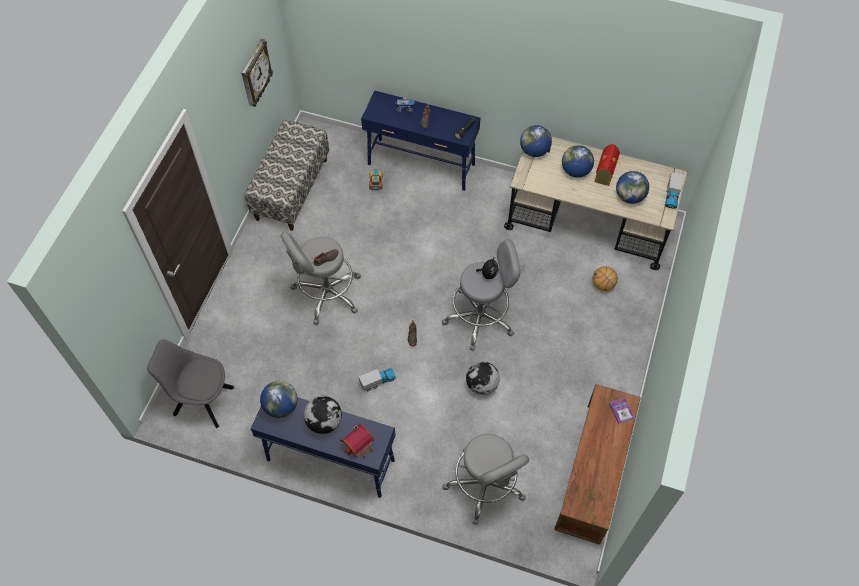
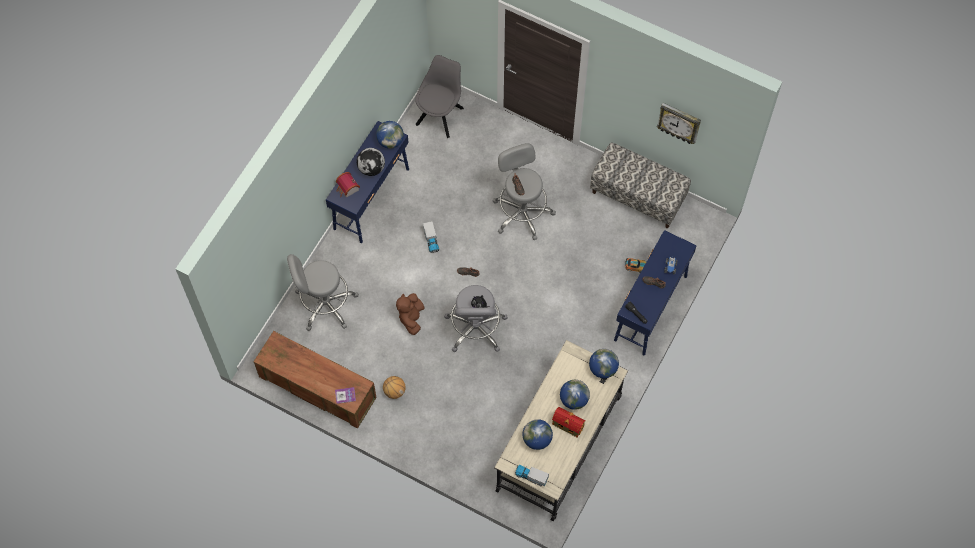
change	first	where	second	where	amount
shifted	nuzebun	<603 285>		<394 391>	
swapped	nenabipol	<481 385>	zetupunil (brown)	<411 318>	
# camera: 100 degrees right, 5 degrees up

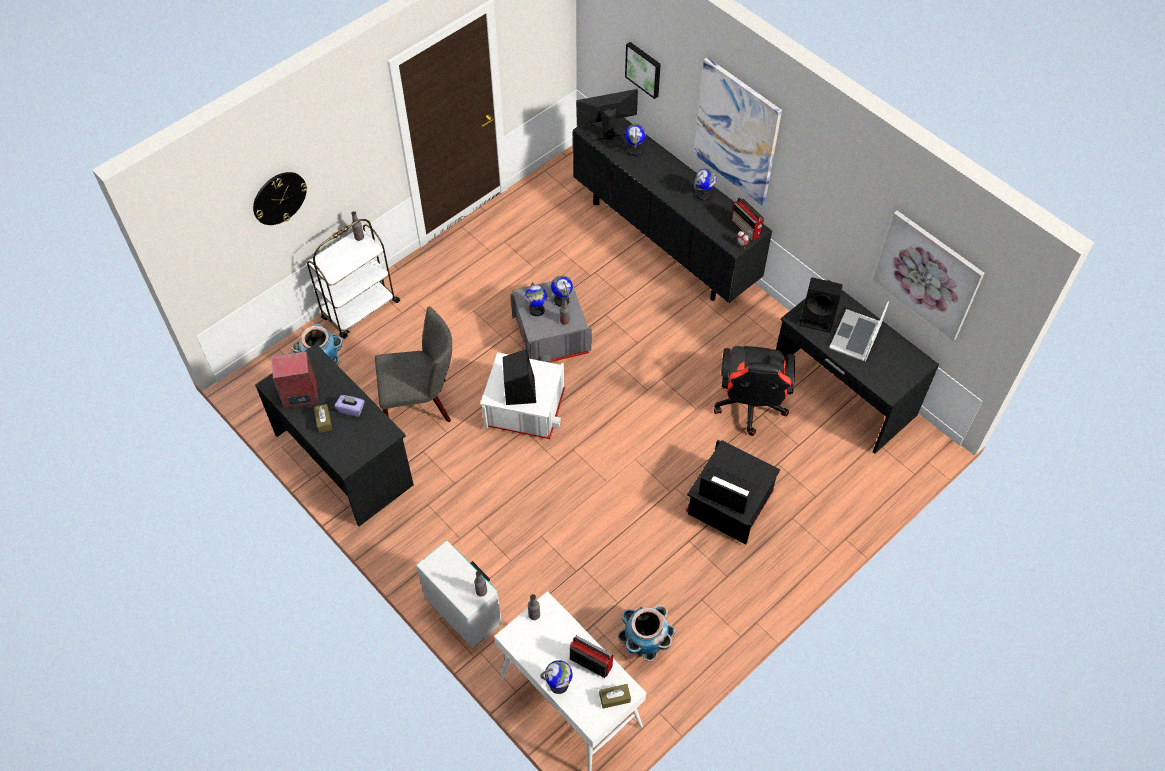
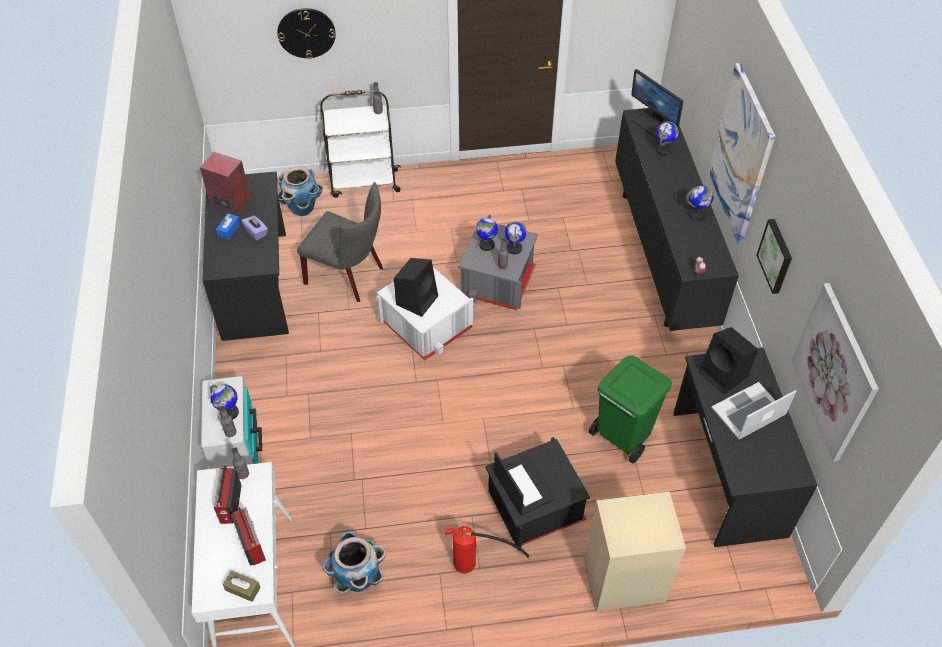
change	first	where	second	where	amount
shifted	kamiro	<644 69>		<776 256>	
rotated	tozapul	<606 130>		<652 123>	150 degrees counterclockwise
shifted	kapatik	<746 228>		<230 505>	
swapped	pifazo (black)	<749 409>	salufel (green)	<622 436>	
repainted	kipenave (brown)	<324 421>	kipenave (blue)	<229 230>	
shifted	nenabipol	<559 684>		<229 413>	
new			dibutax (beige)	<624 580>	
new			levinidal	<477 565>	
# camera: 35 degrees right, 5 degrees down

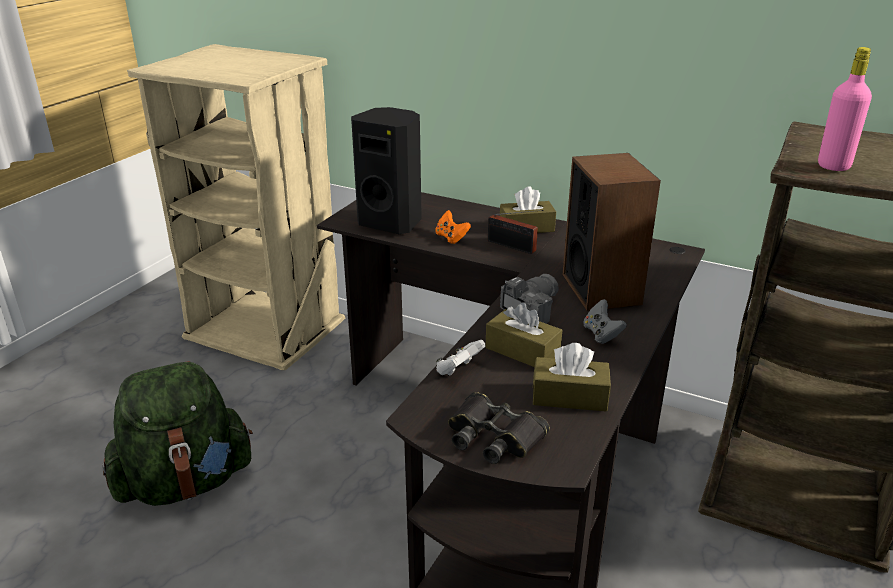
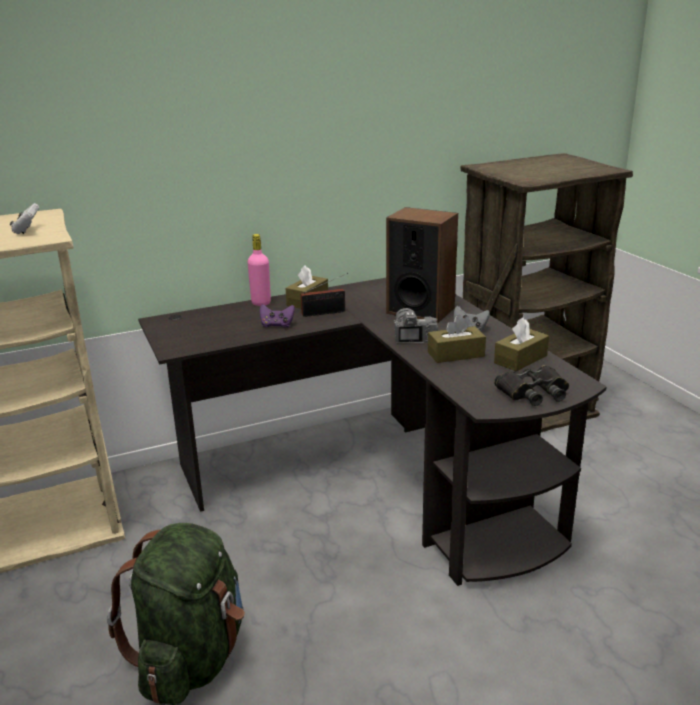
change	first	where	second	where	amount
shifted	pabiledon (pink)	<833 166>		<261 303>	
gone	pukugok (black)	<392 222>			
repainted	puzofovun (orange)	<451 238>	puzofovun (purple)	<277 325>	
shifted	puzofovun (white)	<459 370>		<27 230>	
# camera: 50 degrees left, 5 degrees down

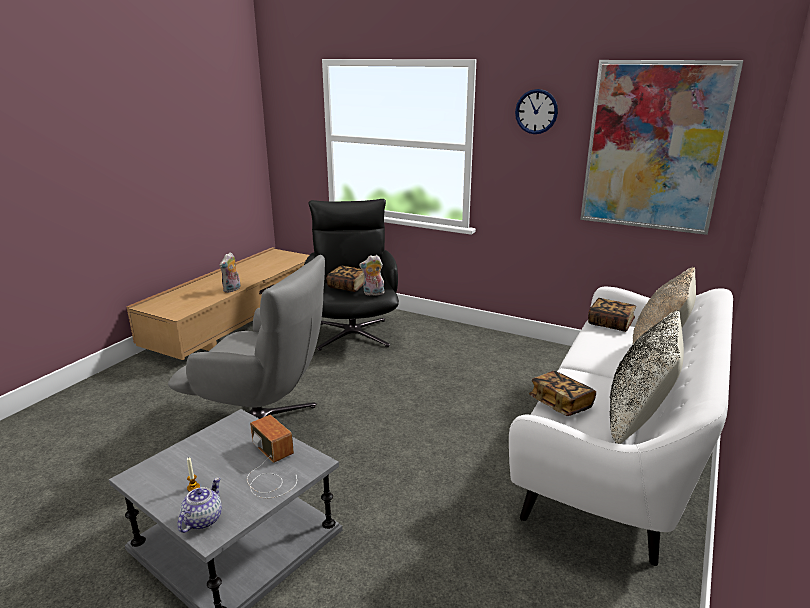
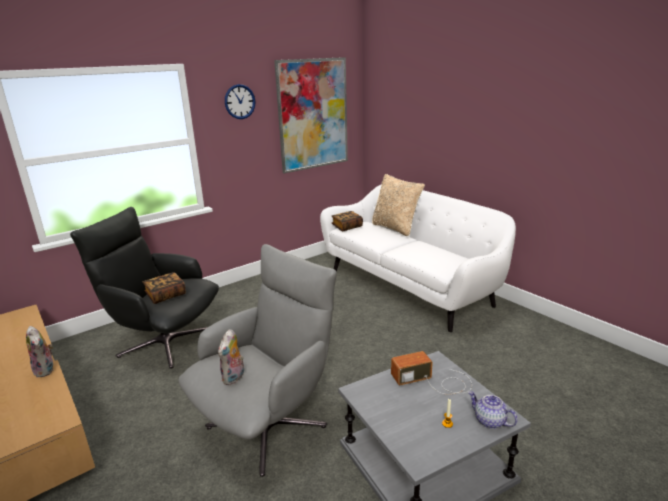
change	first	where	second	where	amount
shifted	zetupunil	<373 294>		<234 378>	
gone	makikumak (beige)	<637 422>			
gone	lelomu	<560 404>			
# camera: 65 degrees left, 0 degrees up

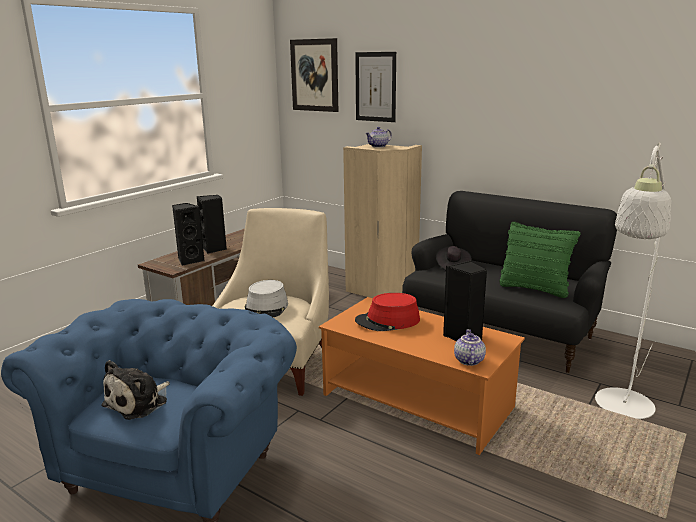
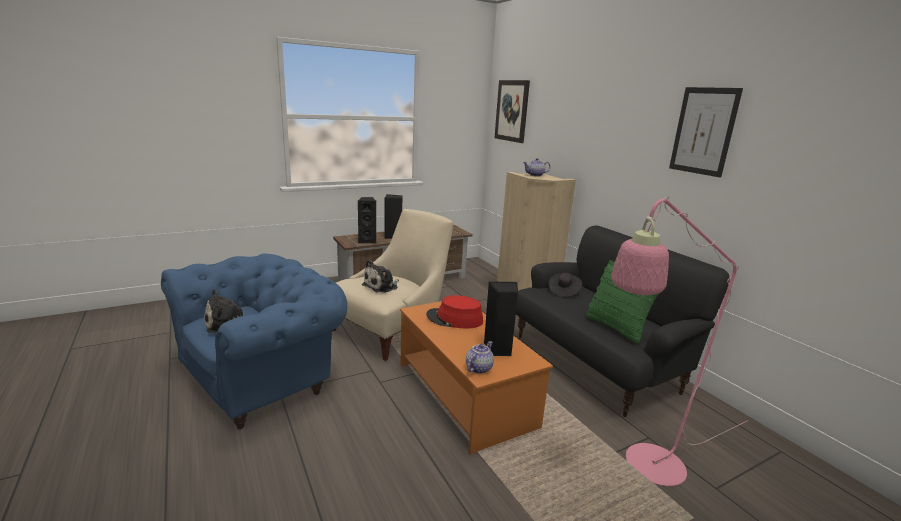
change	first	where	second	where	amount
shifted	kamiro	<375 87>		<703 131>	
repainted	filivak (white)	<621 410>	filivak (pink)	<645 469>	
swapped	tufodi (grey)	<265 308>	zetupunil	<382 286>	
# camera: 25 degrees right, 0 degrees up

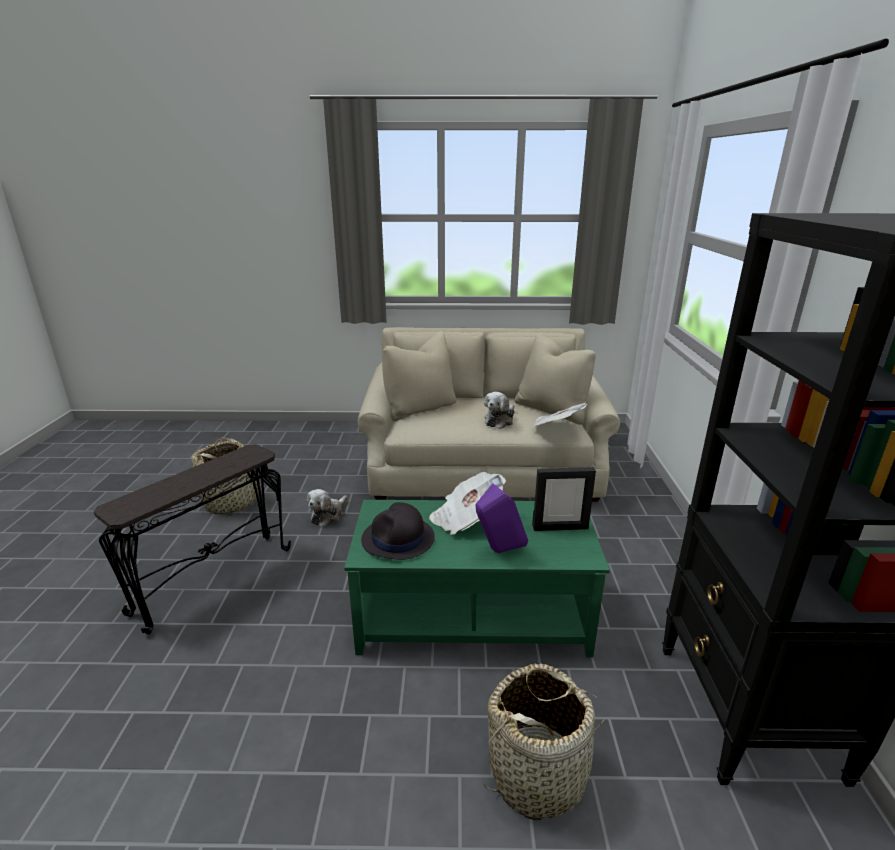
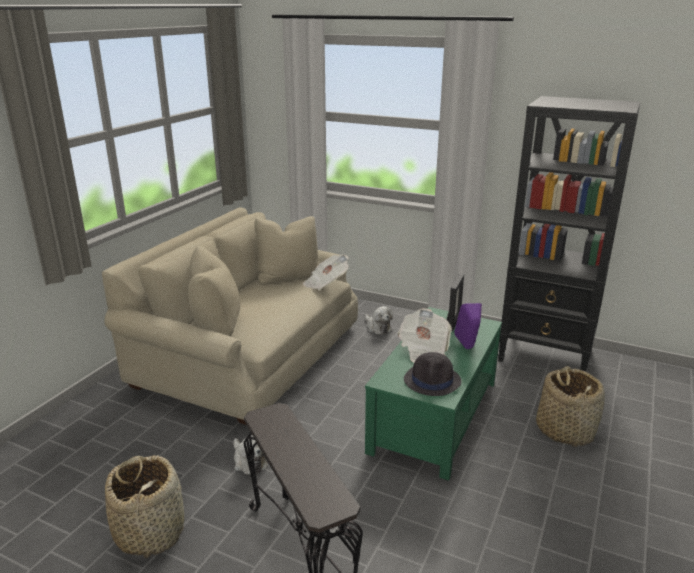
change	first	where	second	where	amount
shifted	zetupunil	<500 420>		<377 327>	
# camera: 65 degrees left, 0 degrees up

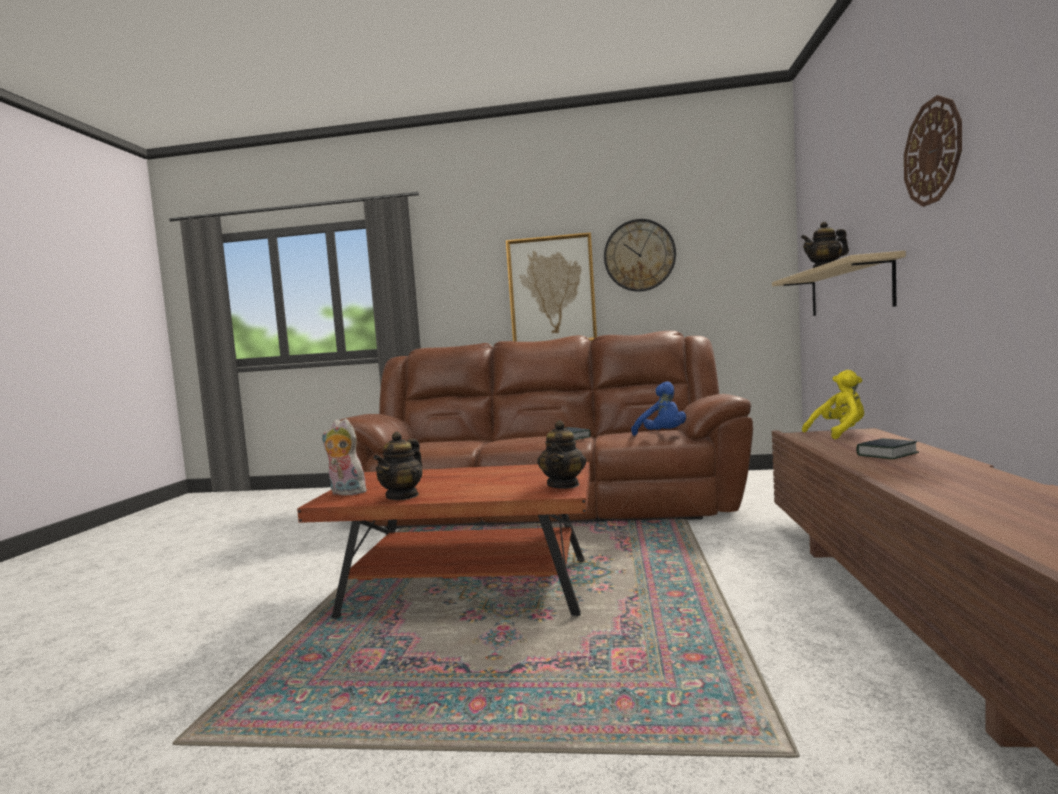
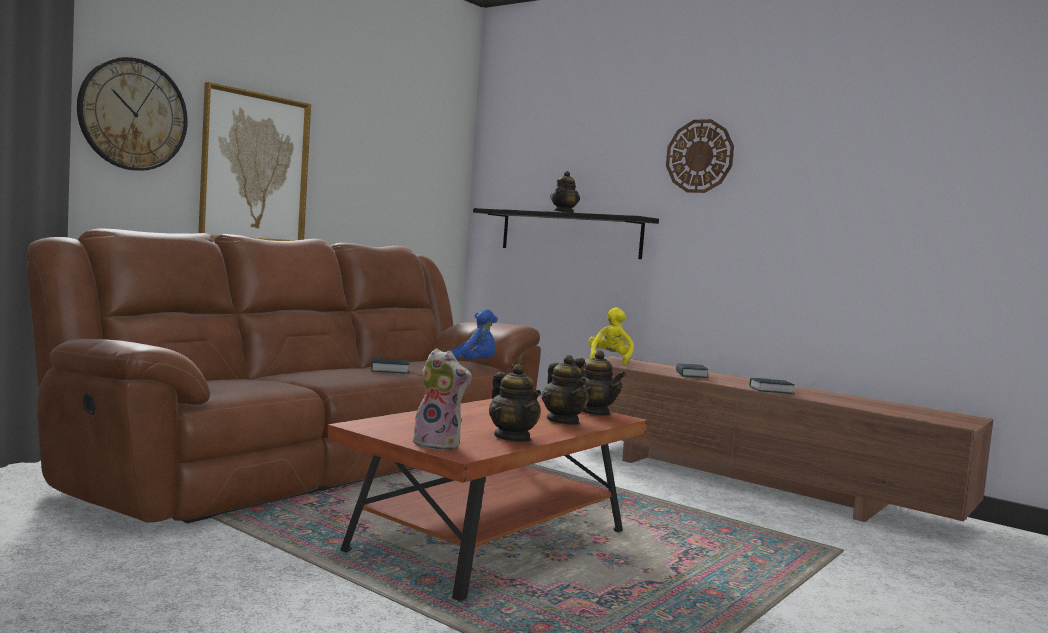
change	first	where	second	where	amount
shifted	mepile	<639 255>		<133 114>	
repainted	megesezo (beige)	<848 289>	megesezo (black)	<570 233>	
rotated	zetupunil	<345 493>		<439 445>	120 degrees counterclockwise
new			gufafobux	<563 421>	
new			lelomu	<771 390>	
# camera: 60 degrees left, 0 degrees up

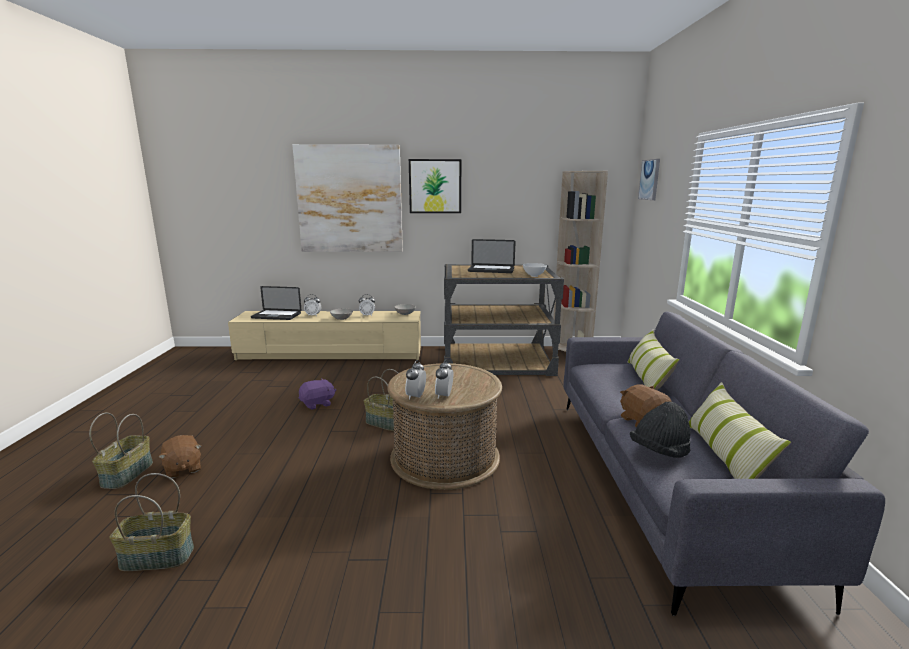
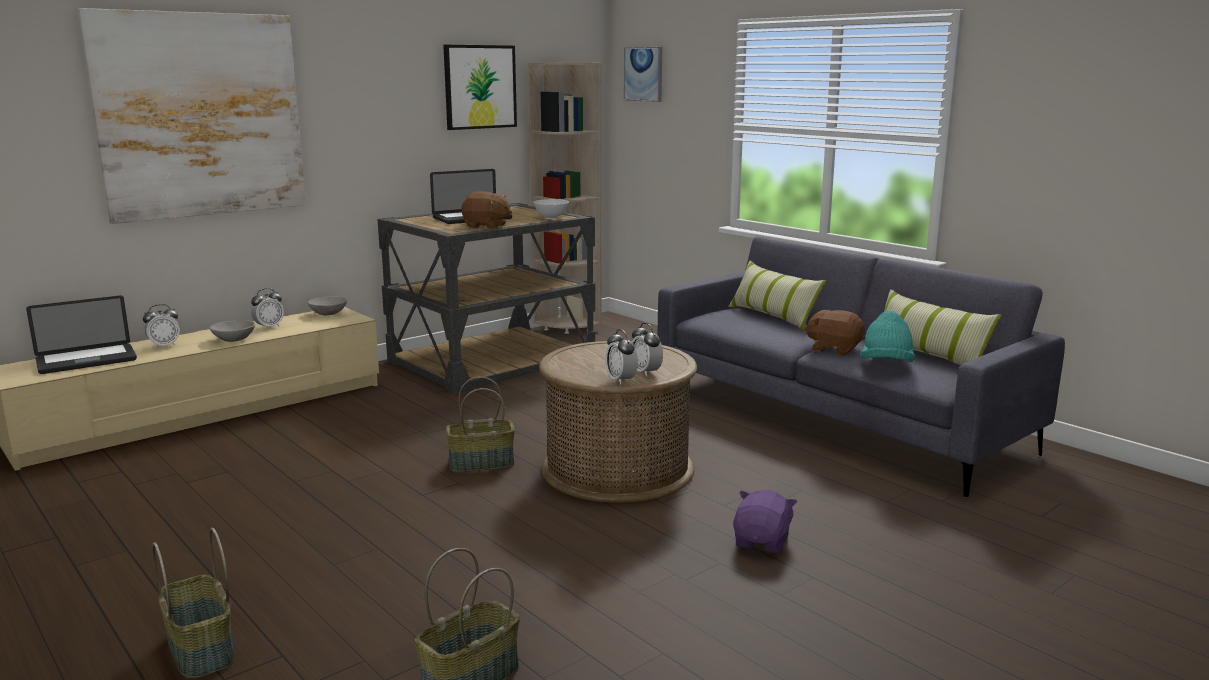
change	first	where	second	where	amount
shifted	kamiro	<435 186>		<480 87>	
shifted	zetupunil (purple)	<317 404>		<762 542>	
repainted	tufodi (black)	<659 452>	tufodi (turquoise)	<886 365>	
shifted	zetupunil (brown)	<182 469>		<486 226>	
# camera: 40 degrees left, 0 degrees up

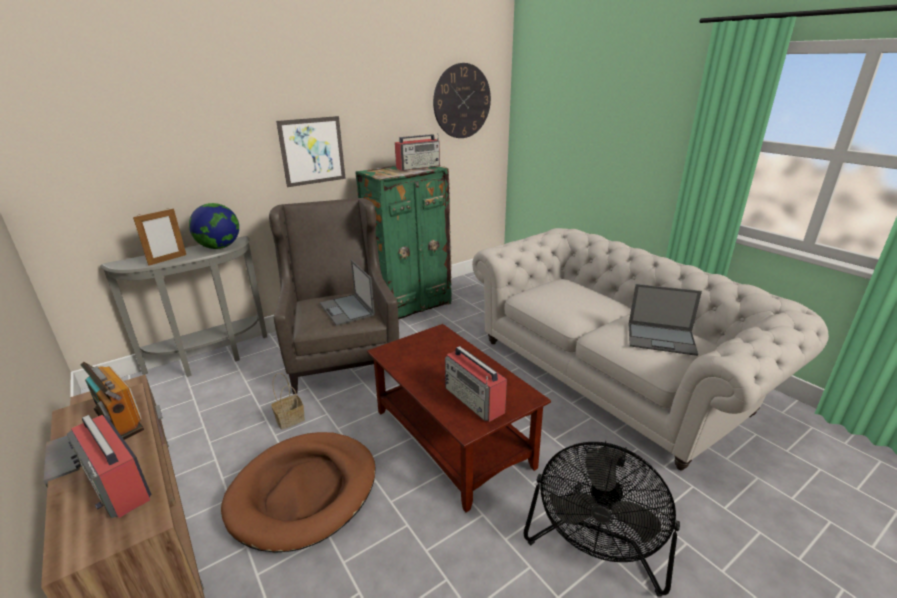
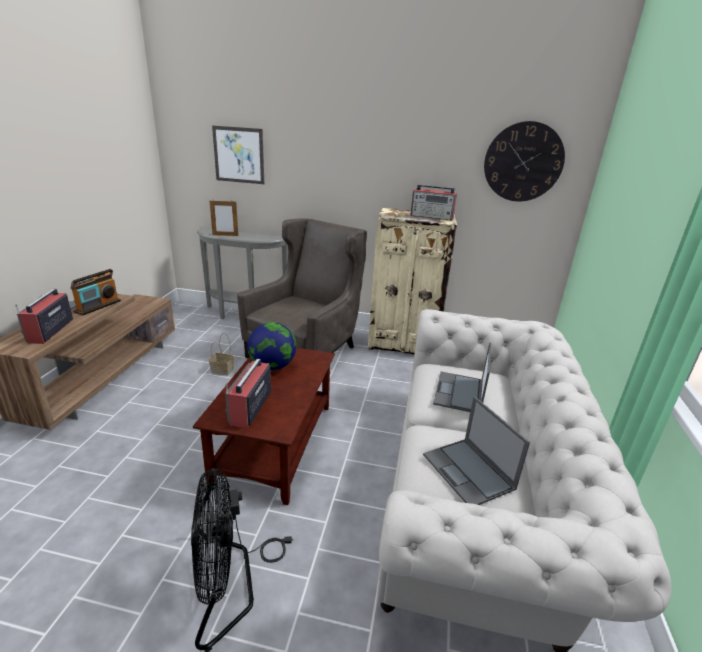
change	first	where	second	where	amount
shifted	kamiro	<312 151>		<239 155>	
repainted	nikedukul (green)	<411 305>	nikedukul (beige)	<404 344>	
shifted	nenabipol	<219 247>		<272 366>	
shifted	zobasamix	<347 310>		<459 393>	
rotated	kapatik	<118 420>		<98 306>	150 degrees counterclockwise
gone	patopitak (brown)	<304 492>			
# camera: 45 degrees right, 0 degrees up

